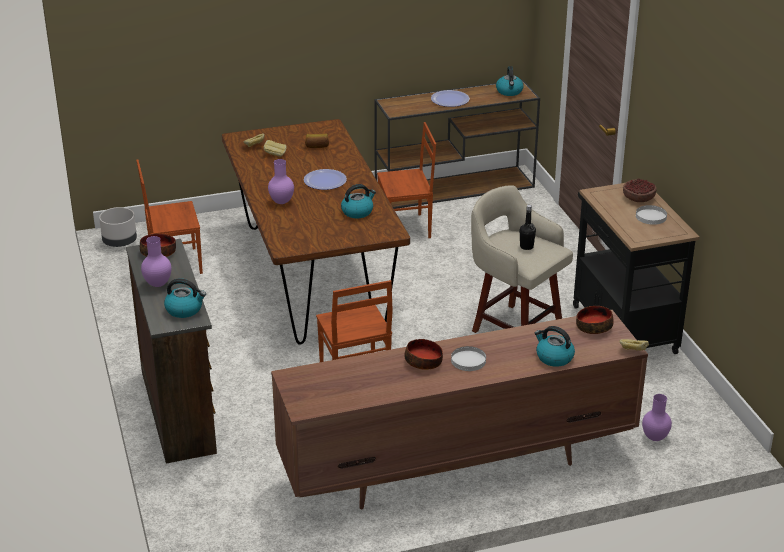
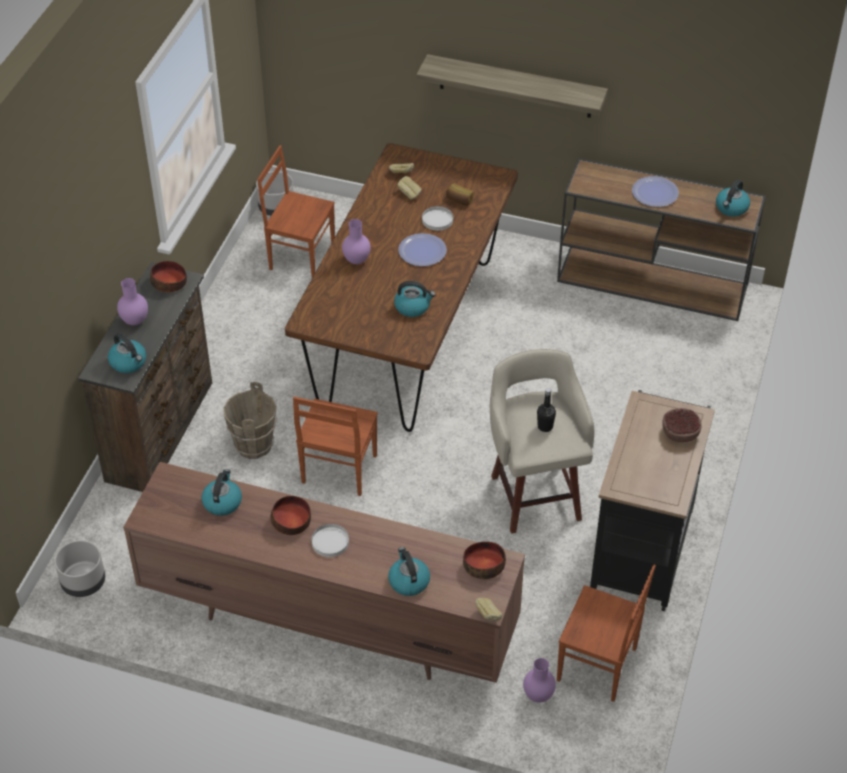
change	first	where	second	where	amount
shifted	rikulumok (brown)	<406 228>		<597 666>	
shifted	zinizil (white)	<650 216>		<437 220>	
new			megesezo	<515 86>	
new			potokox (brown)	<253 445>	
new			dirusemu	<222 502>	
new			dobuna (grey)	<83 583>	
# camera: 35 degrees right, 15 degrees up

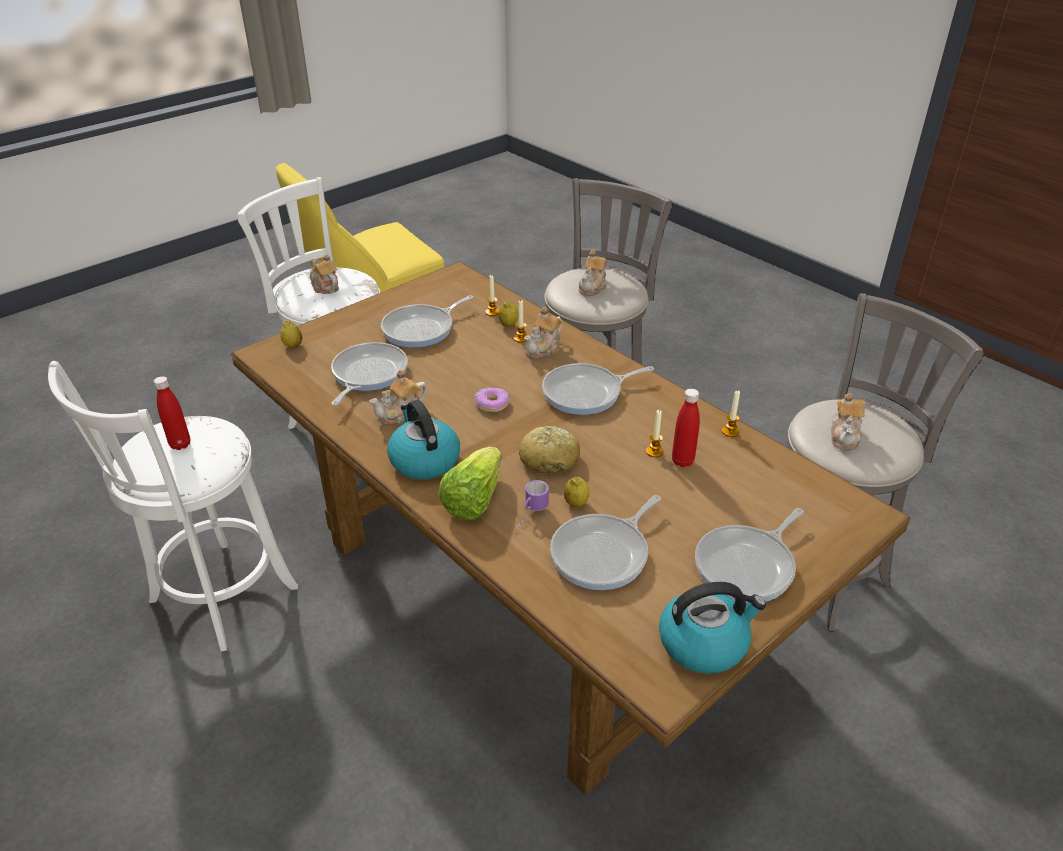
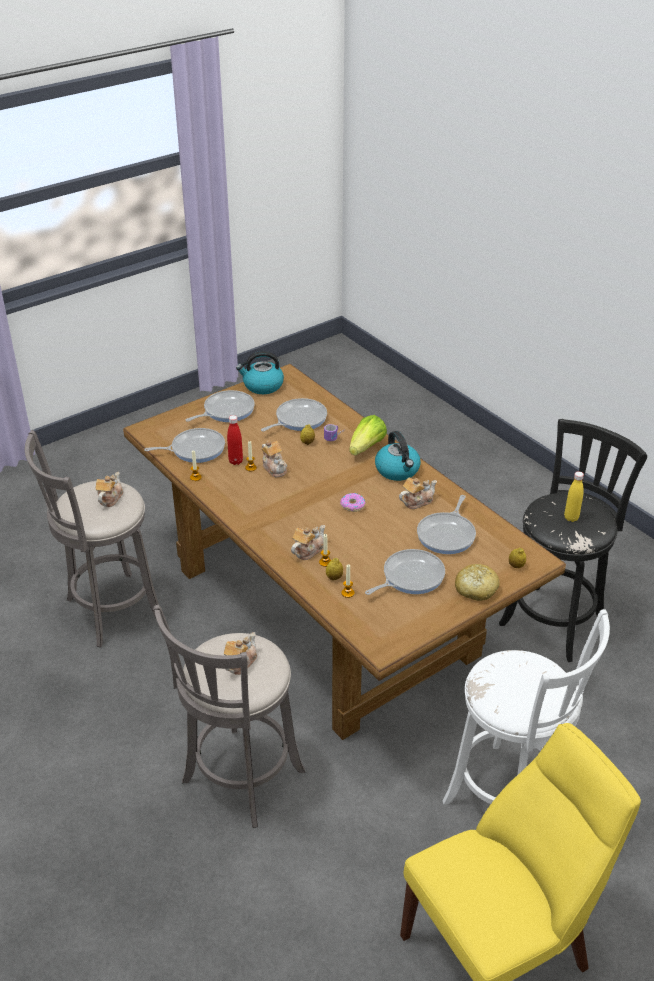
change	first	where	second	where	amount
shifted	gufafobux	<325 287>		<274 468>	
repainted	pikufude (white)	<217 599>	pikufude (black)	<555 620>	
shifted	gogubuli	<586 393>		<195 449>	
repainted	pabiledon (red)	<180 444>	pabiledon (yellow)	<571 518>	
shifted	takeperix	<549 459>		<476 589>	
# camera: 175 degrees left, 0 degrees up

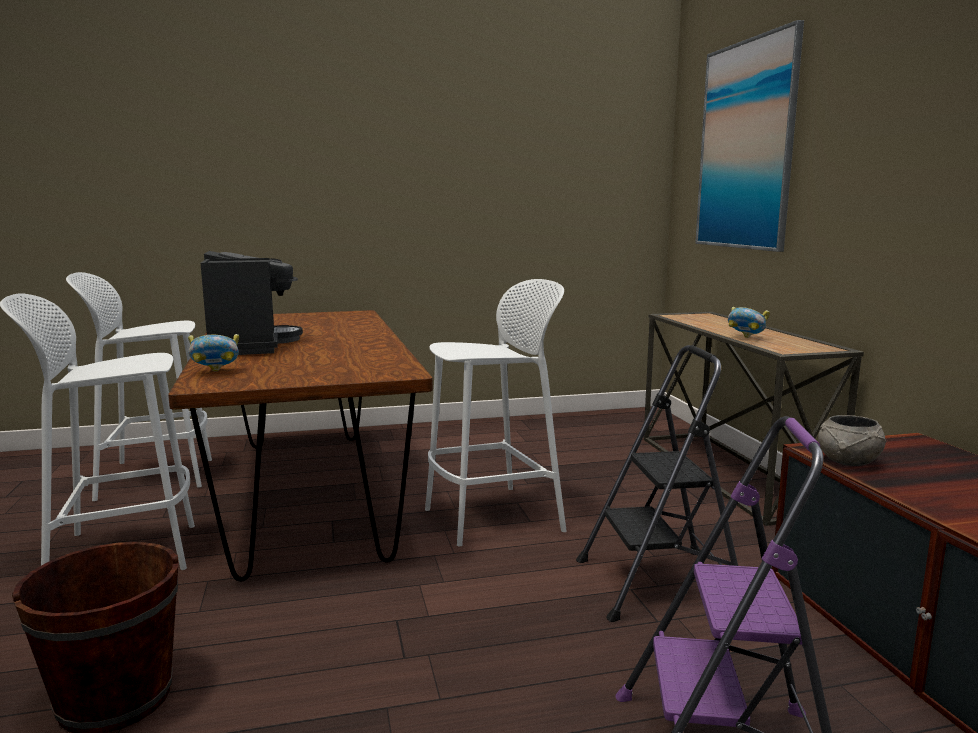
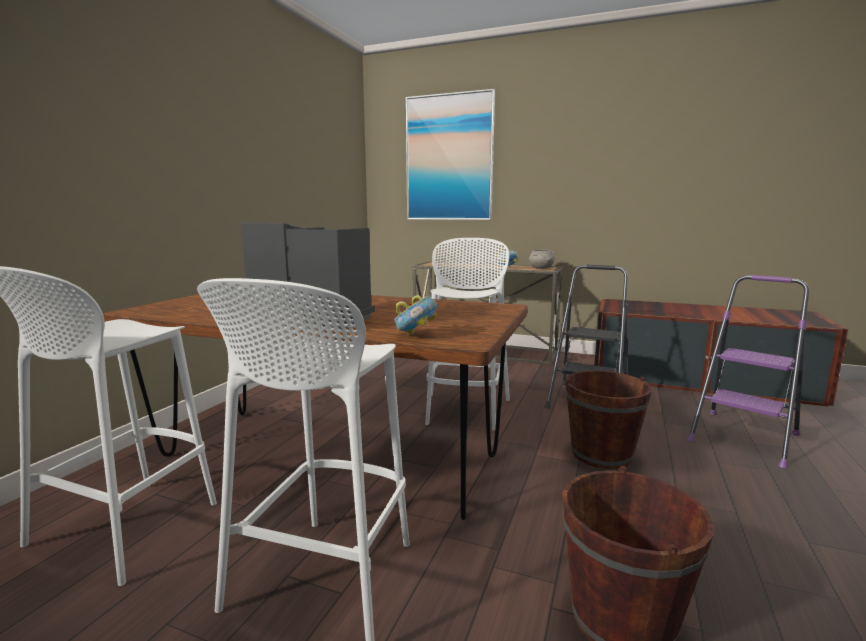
change	first	where	second	where	amount
shifted	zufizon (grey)	<848 462>		<541 268>	
new			potokox (brown)	<601 454>	
# camera: 55 degrees left, 0 degrees up

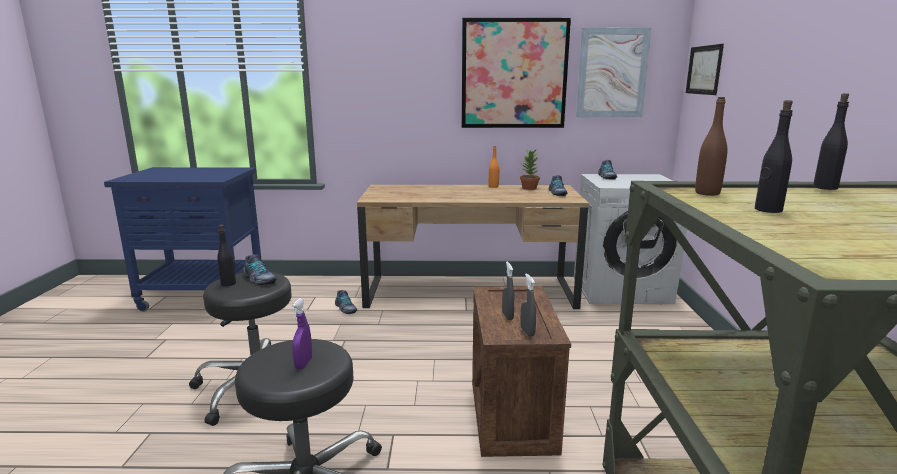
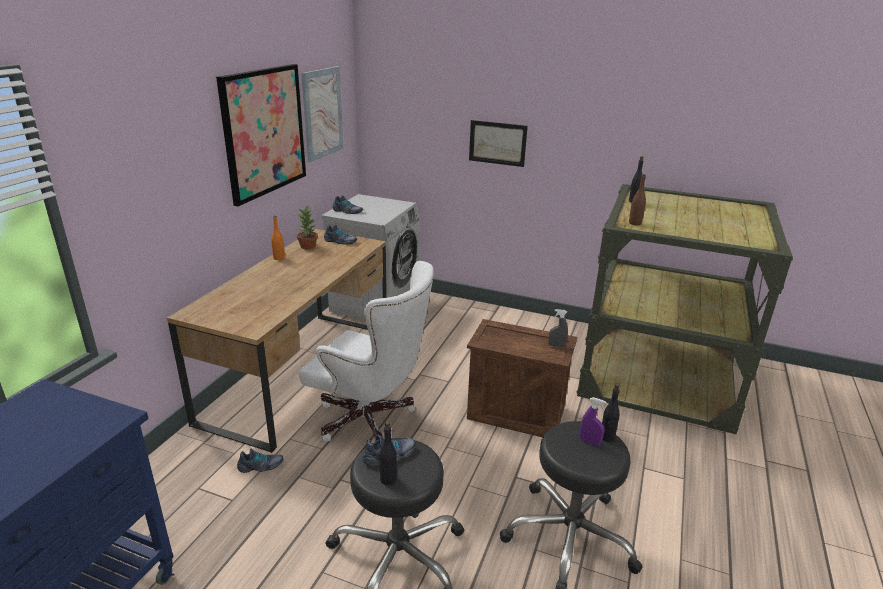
change	first	where	second	where	amount
shifted	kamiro	<704 70>		<497 143>	
shifted	pabiledon (black)	<768 210>		<607 437>	
gone	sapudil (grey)	<507 316>			
new			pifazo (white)	<371 421>	
# camera: 70 degrees left, 10 degrees up

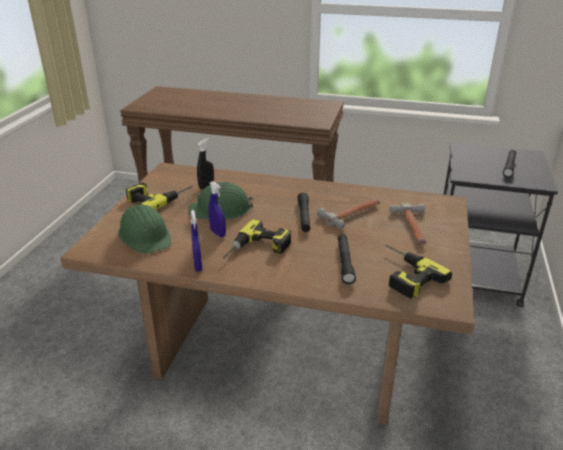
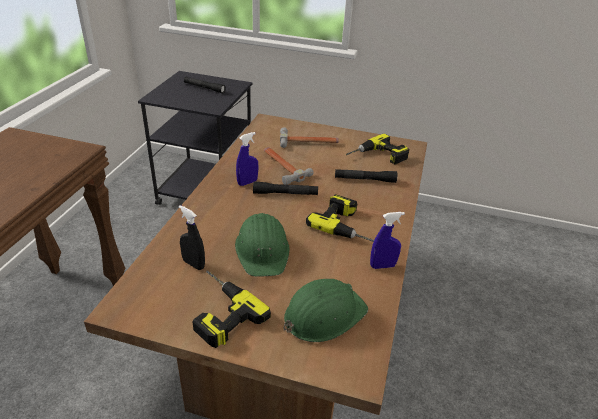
change	first	where	second	where	amount
shifted	sapudil (blue)	<218 233>		<247 182>	
# camera: 90 degrees left, 5 degrees up

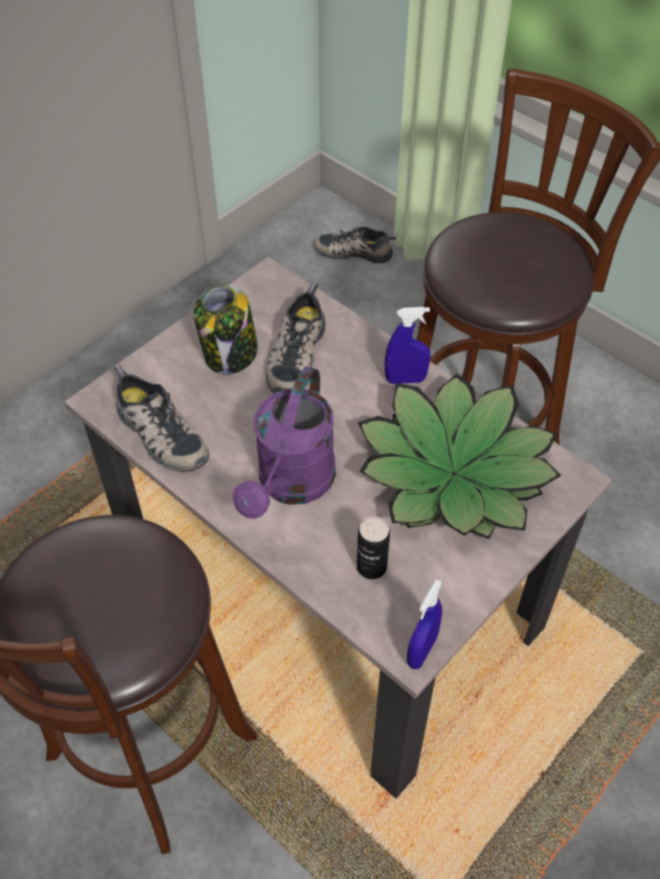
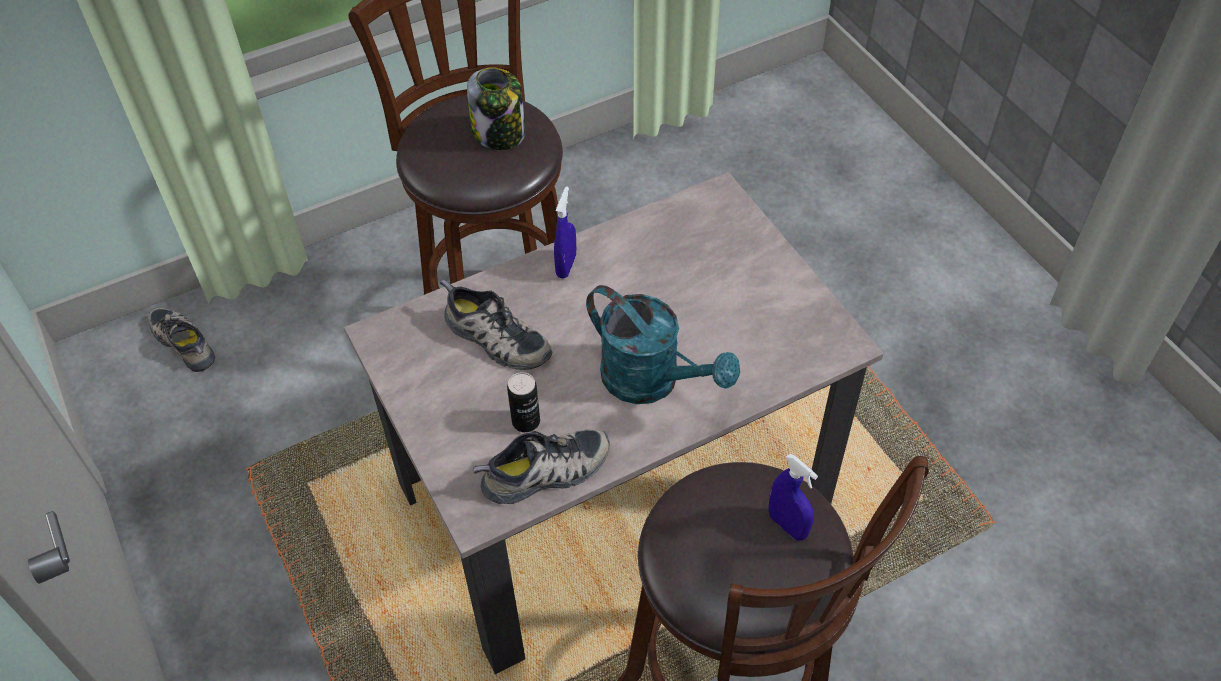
change	first	where	second	where	amount
rotated	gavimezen	<354 251>		<185 342>	105 degrees clockwise
shifted	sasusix	<230 354>		<500 133>	
repainted	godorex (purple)	<291 485>	godorex (turquoise)	<652 381>	
gone	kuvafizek	<453 474>			
shifted	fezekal	<371 566>		<526 421>	
shifted	sapudil (blue)	<421 651>		<787 525>	
# camera: 70 degrees left, 0 degrees up

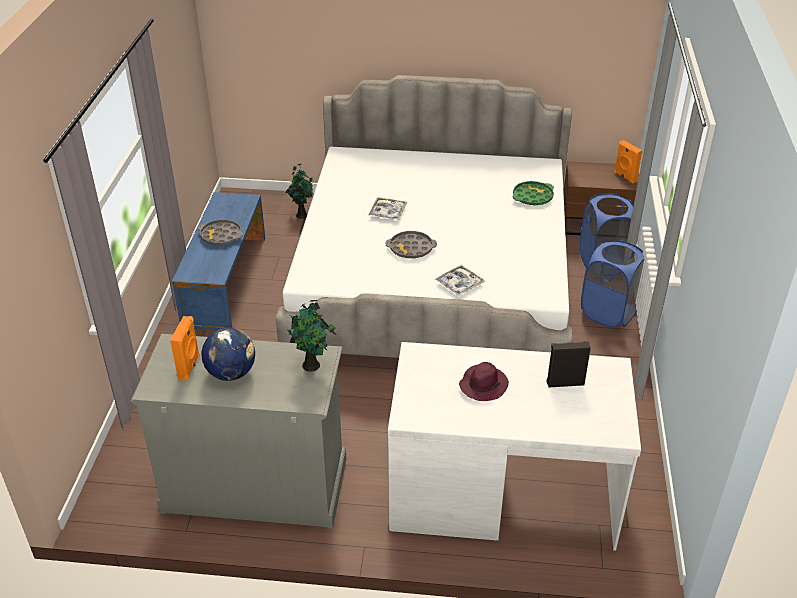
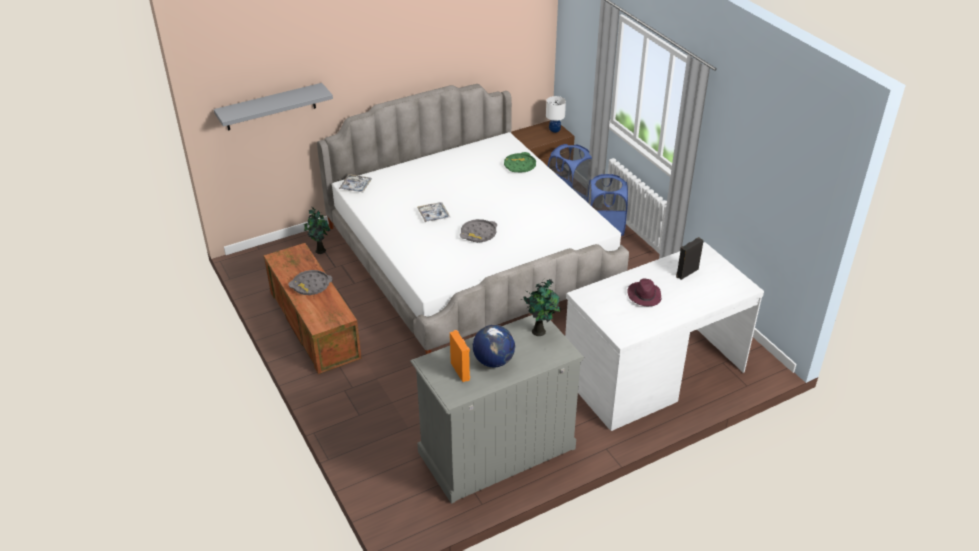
change	first	where	second	where	amount
swapped	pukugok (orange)	<624 177>	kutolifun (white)	<555 130>	
repainted	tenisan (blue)	<224 279>	tenisan (brown)	<312 324>	
shifted	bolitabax	<459 284>		<355 186>	
new			megesezo (grey)	<270 107>	
# camera: 35 degrees left, 0 degrees up

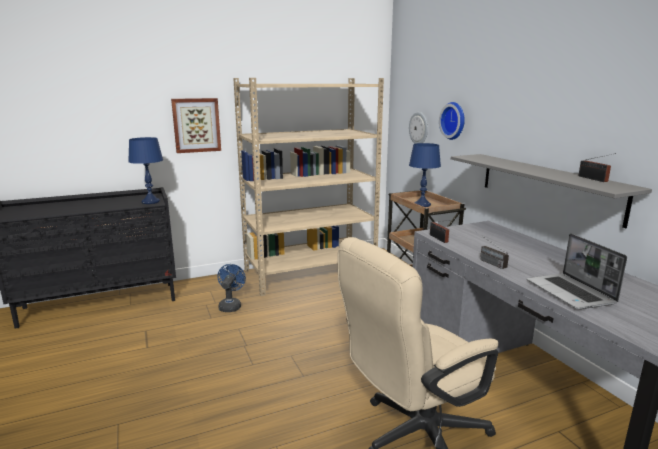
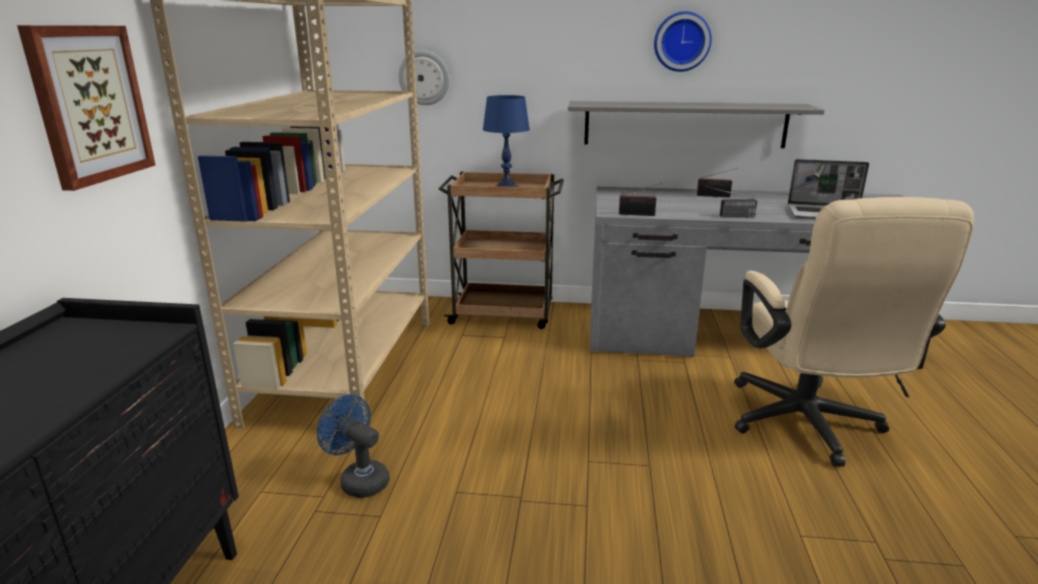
change	first	where	second	where	amount
shifted	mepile	<454 120>		<681 41>	
gone	kutolifun (blue)	<150 202>			
shifted	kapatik	<594 179>		<715 196>	
# camera: 60 degrees left, 5 degrees up

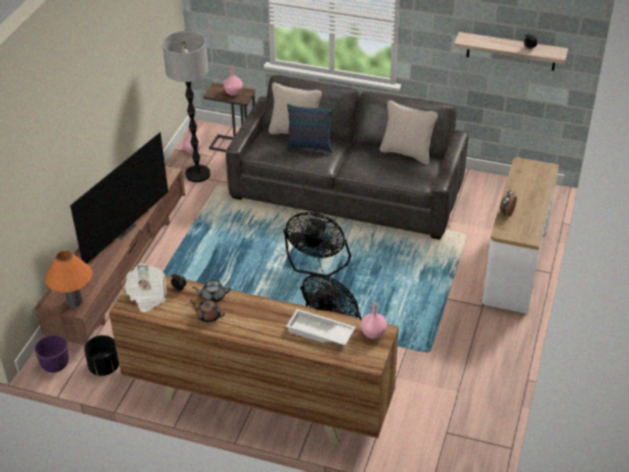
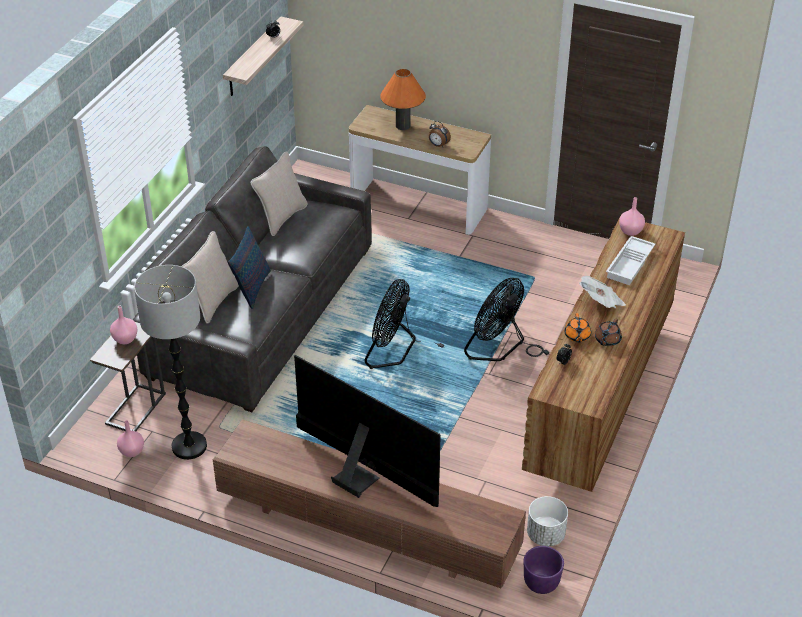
change	first	where	second	where	amount
shifted	kutolifun (orange)	<74 302>		<403 126>	
shifted	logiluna	<147 296>		<601 302>	
repainted	gufafobux (grey)	<213 296>	gufafobux (orange)	<577 336>	
repainted	dobuna (black)	<104 367>	dobuna (white)	<546 535>	
# camera: 85 degrees left, 0 degrees up

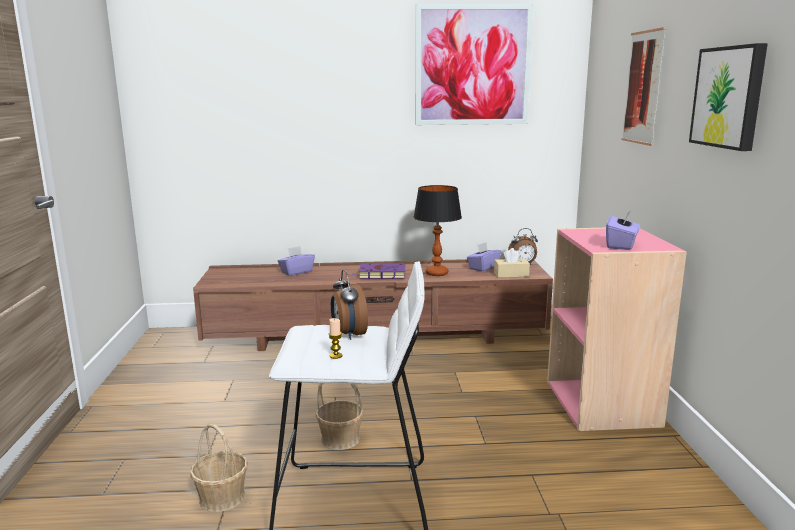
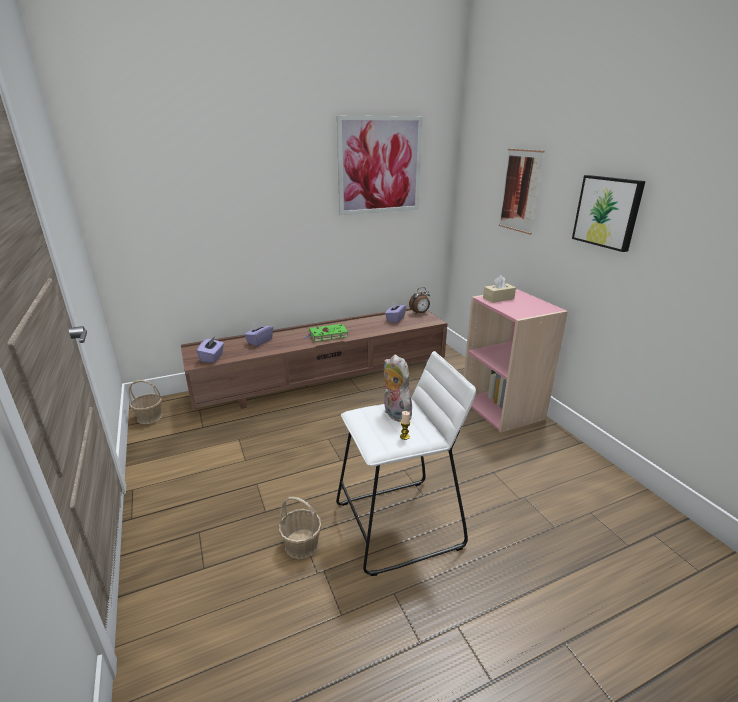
change	first	where	second	where	amount
gone	kutolifun	<436 273>			
shifted	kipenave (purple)	<621 245>		<212 358>	
shifted	kipenave (beige)	<511 274>		<498 298>	
repainted	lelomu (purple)	<380 274>	lelomu (green)	<327 335>	
swapped	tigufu	<348 334>	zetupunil	<394 414>	
shifted	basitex	<340 439>		<150 417>	
# camera: 20 degrees left, 10 degrees up

